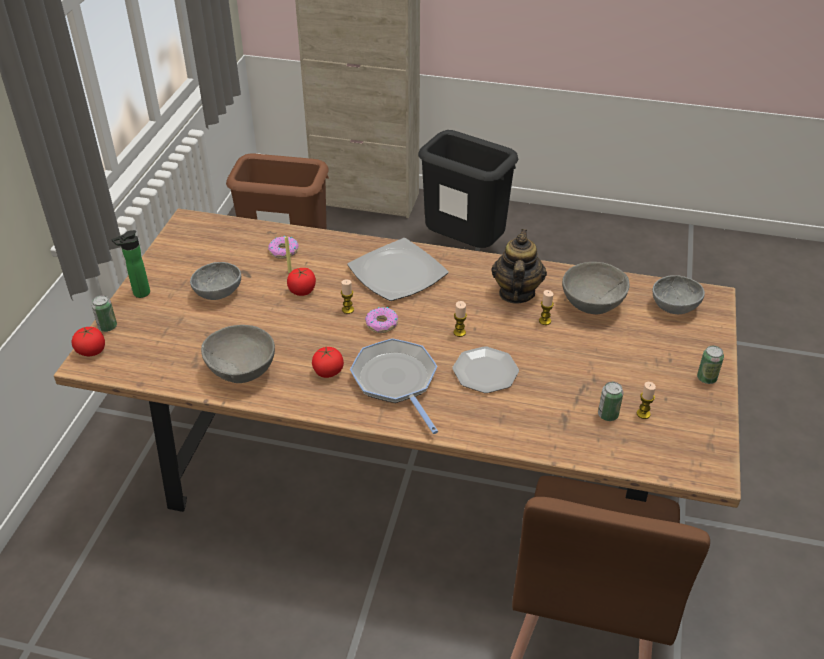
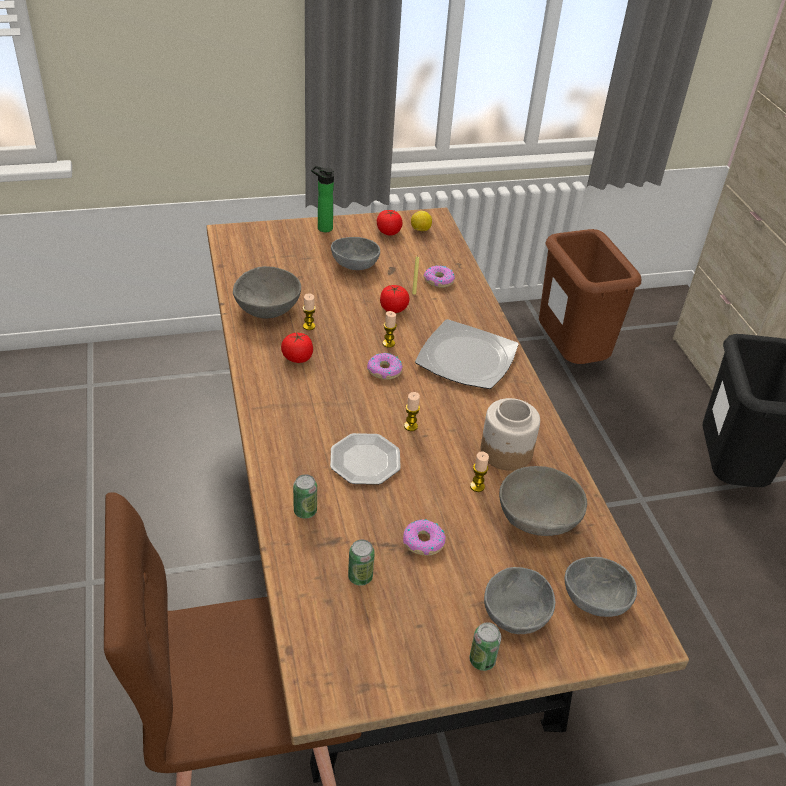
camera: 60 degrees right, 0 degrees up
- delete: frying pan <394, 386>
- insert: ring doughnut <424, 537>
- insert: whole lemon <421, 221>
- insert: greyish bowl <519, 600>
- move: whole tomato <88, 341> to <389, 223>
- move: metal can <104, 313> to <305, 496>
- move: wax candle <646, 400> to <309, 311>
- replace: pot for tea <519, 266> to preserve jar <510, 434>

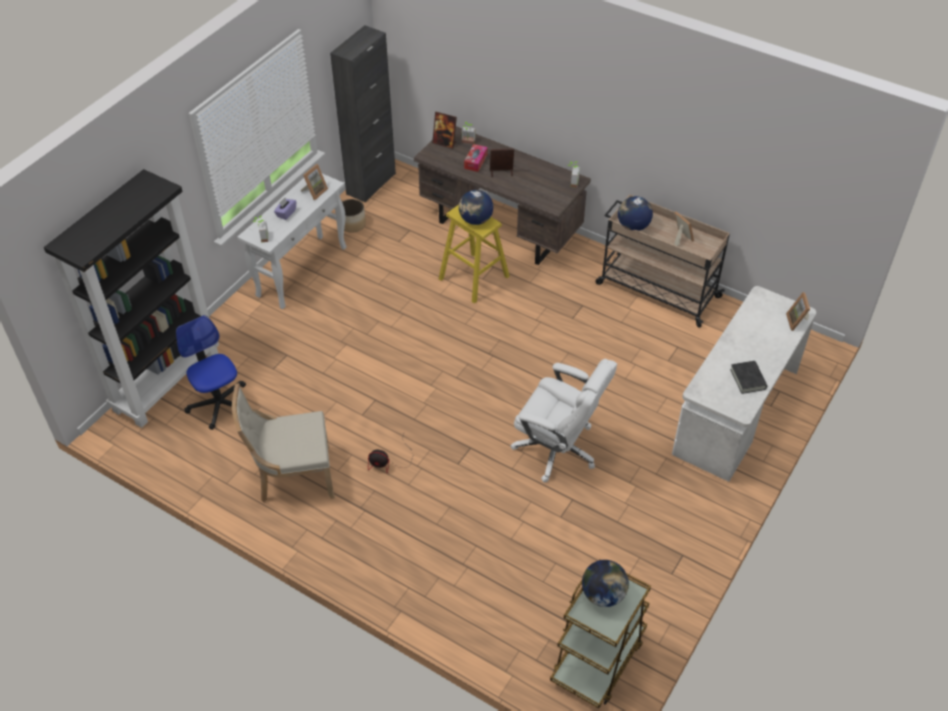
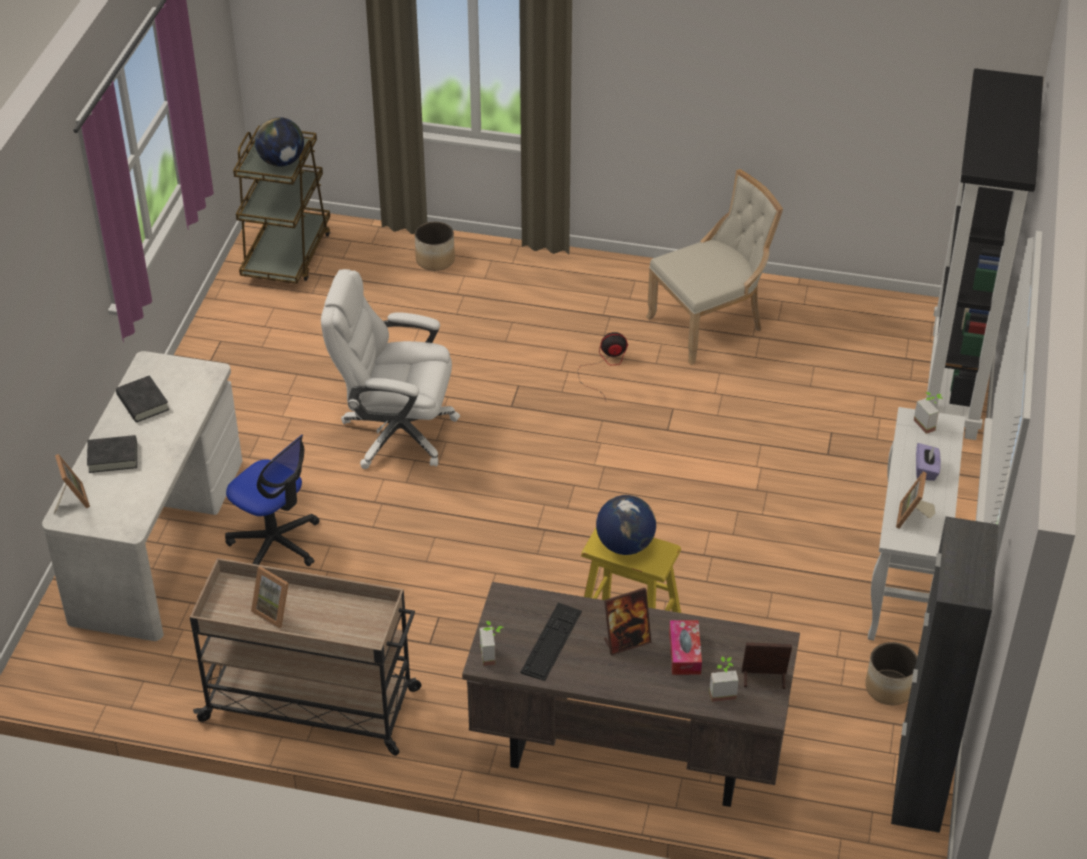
camera: 160 degrees right, 5 degrees down
- delete: desk globe <635, 213>
- insert: blackish volume <112, 454>
- insert: plant pot <435, 246>
- insert: keyboard <551, 642>
- move: computer chair <211, 372> to <272, 500>

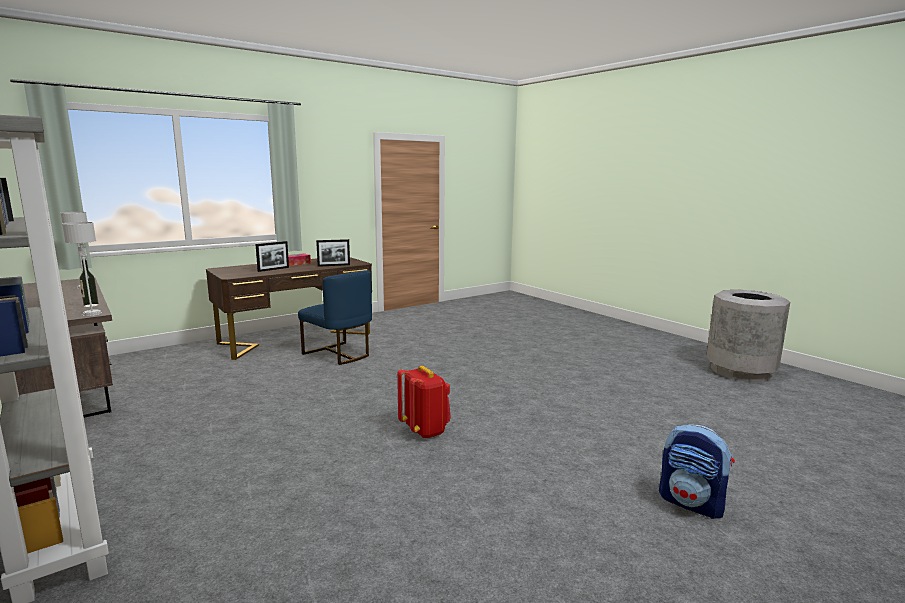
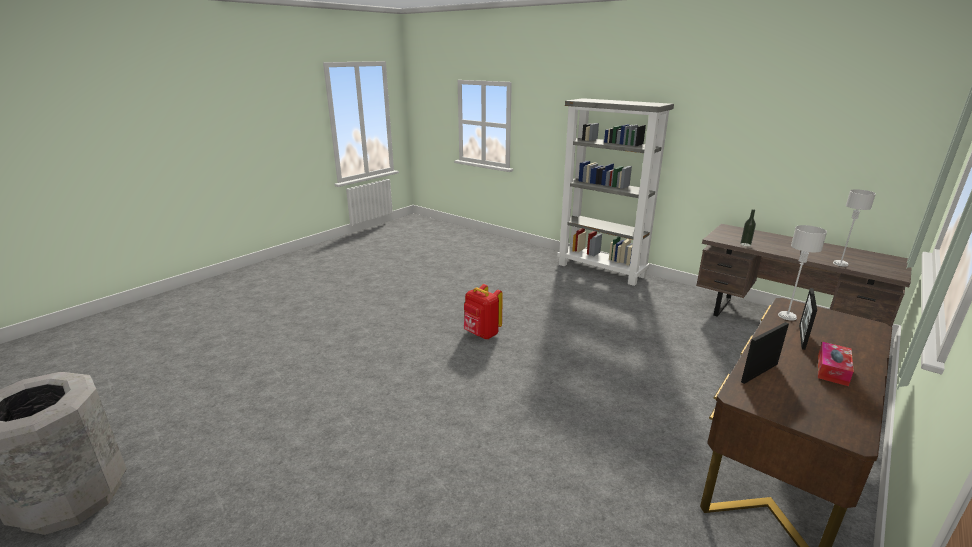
camera: 165 degrees right, 10 degrees up
- delete: blue chair <335, 317>
- delete: backpack <697, 471>
- move: greyish table lamp <82, 269> to <802, 273>

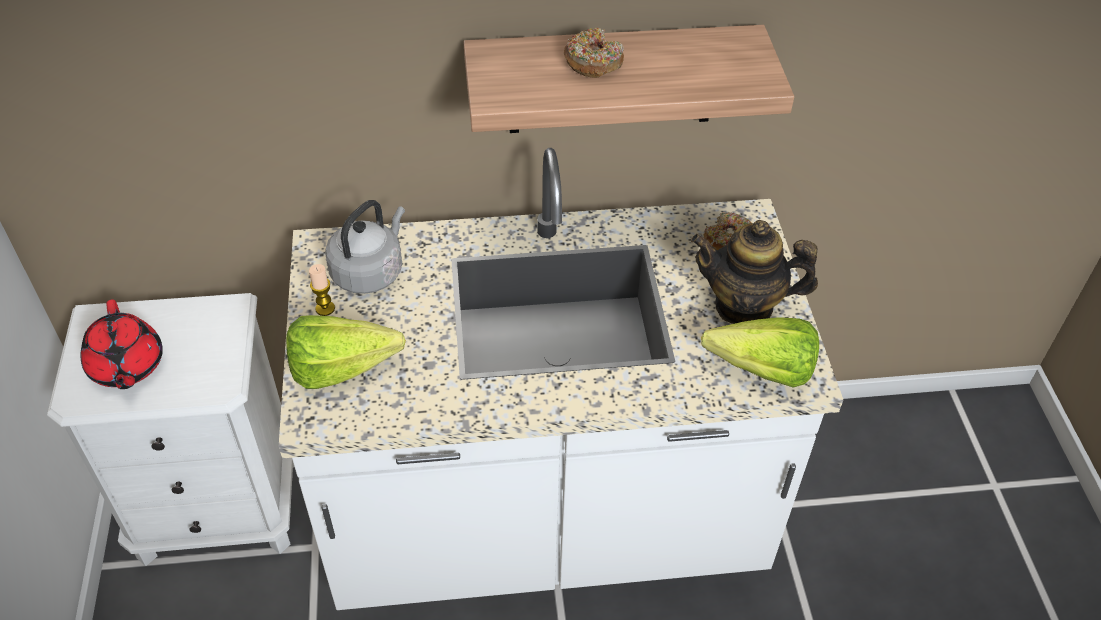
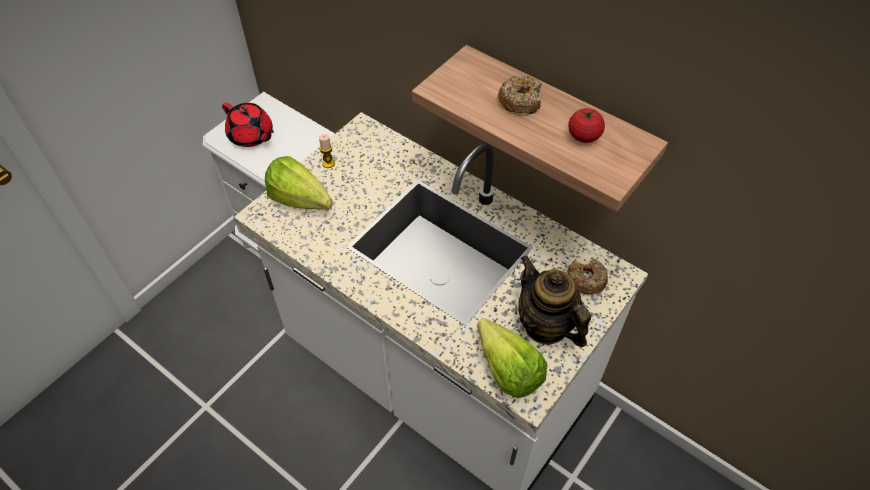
camera: 45 degrees right, 5 degrees up
- delete: greyish water kettle <365, 247>
- insert: whole tomato <586, 125>
- rotate: red pot for tea <122, 344> = <248, 125> 75 degrees counterclockwise

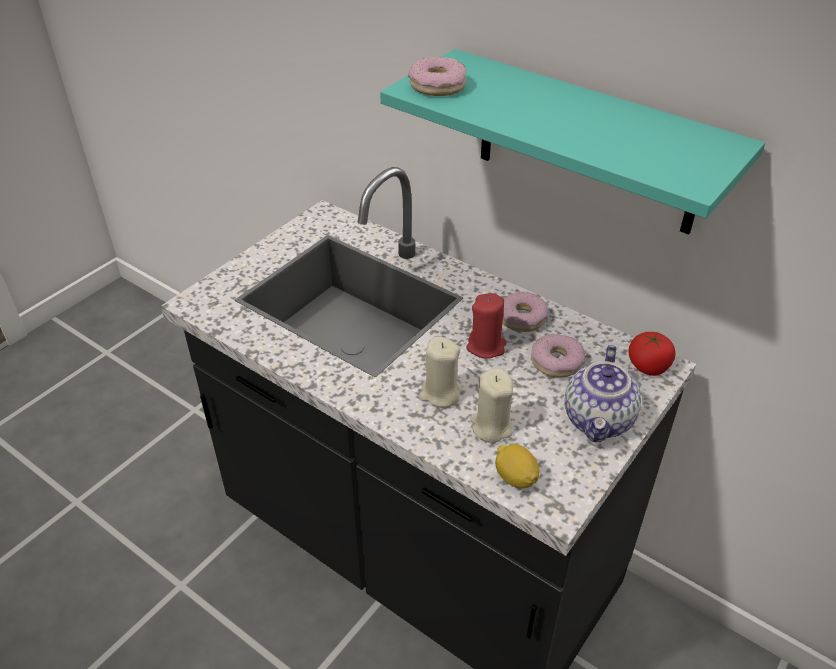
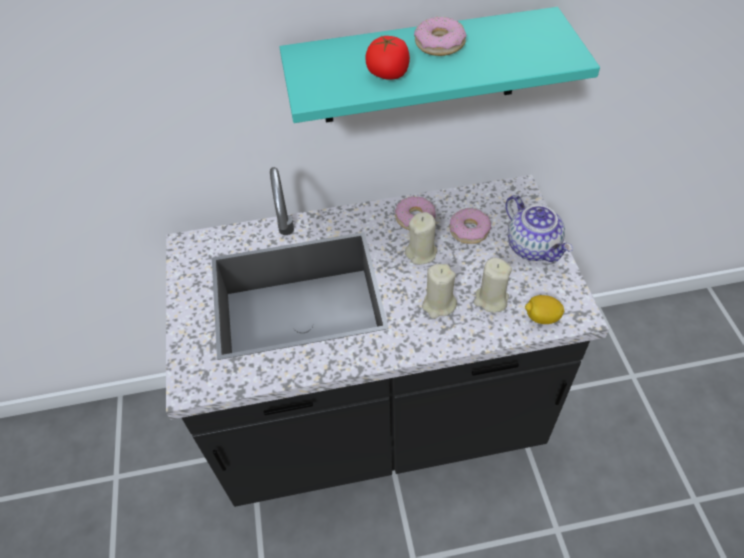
camera: 45 degrees left, 10 degrees up
- move: ring doughnut <437, 76> to <440, 36>
- move: whole tomato <652, 354> to <387, 58>
- recolor: red wax candle <486, 326> to sand-coloured wax candle <421, 238>

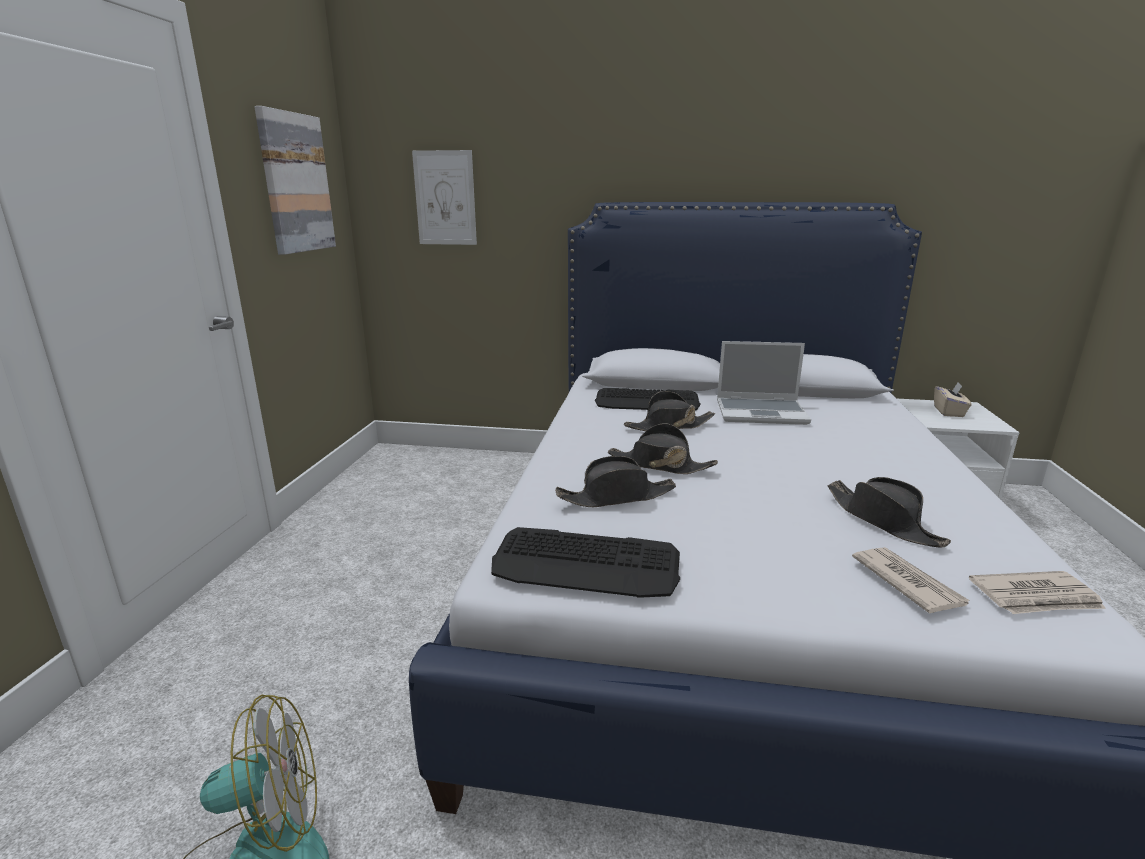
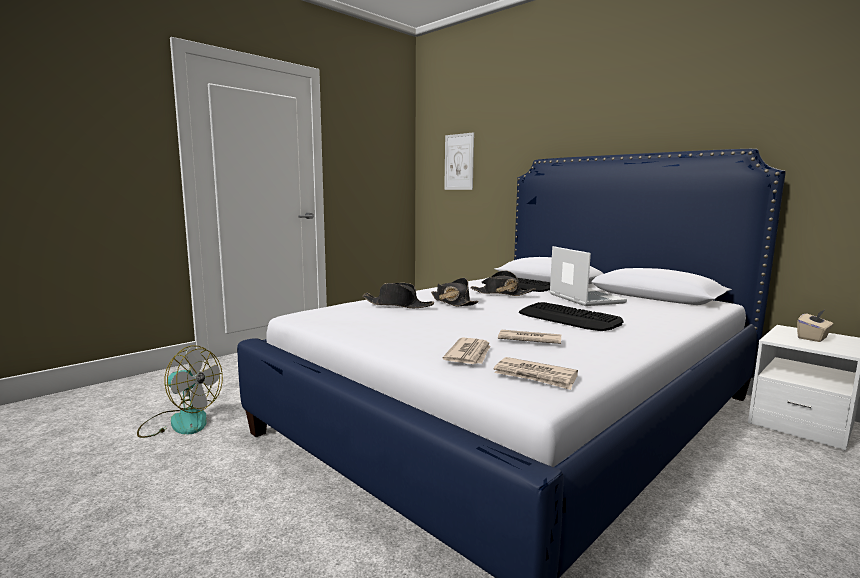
camera: 35 degrees right, 10 degrees down
- delete: wall picture <295, 180>
- move: keyboard <585, 562> to <571, 316>
- replace: blackish hat <889, 512> to daily paper <529, 337>
- rotate: notebook computer <764, 383> = <588, 276> 150 degrees counterclockwise

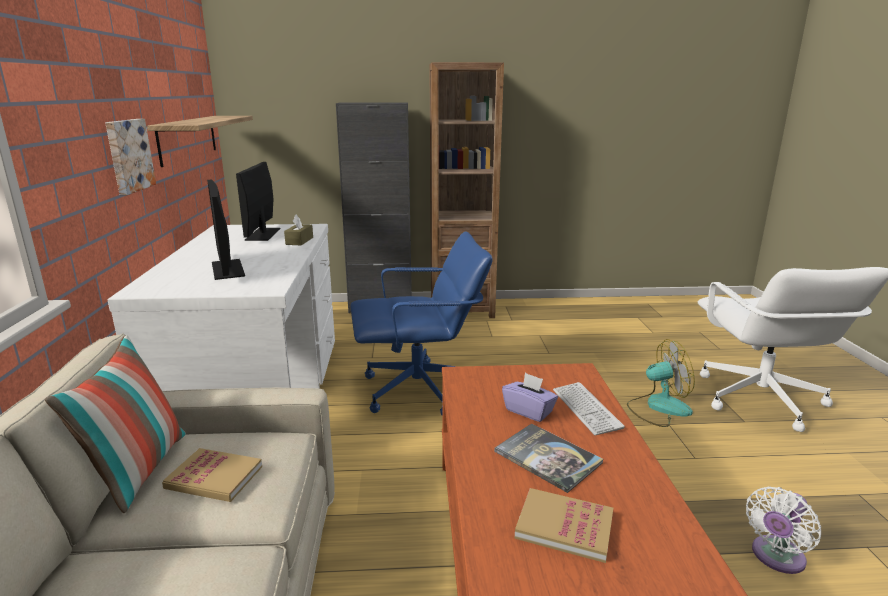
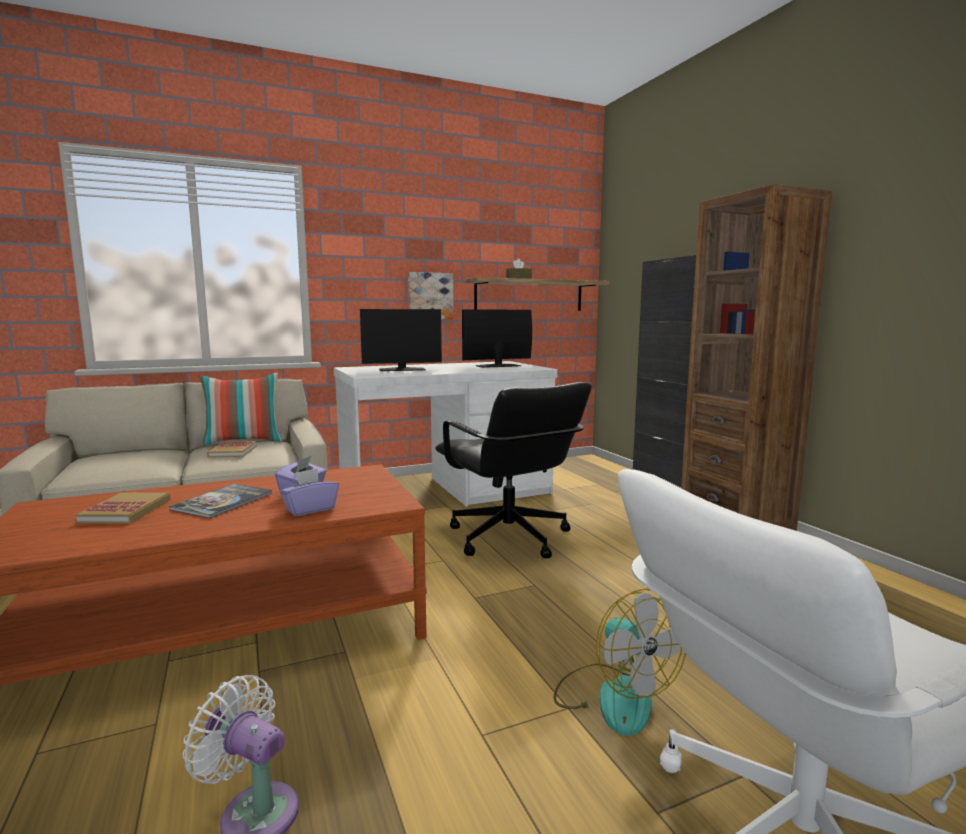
camera: 70 degrees right, 10 degrees down
- move: brown box of tissues <298, 230> to <519, 269>
- replace: keyboard <589, 408> to purple-coloured box of tissues <309, 492>
- recolor: blue computer chair <421, 323> to blackish computer chair <513, 470>
- rotate: monitor <226, 230> = <401, 340> 150 degrees counterclockwise

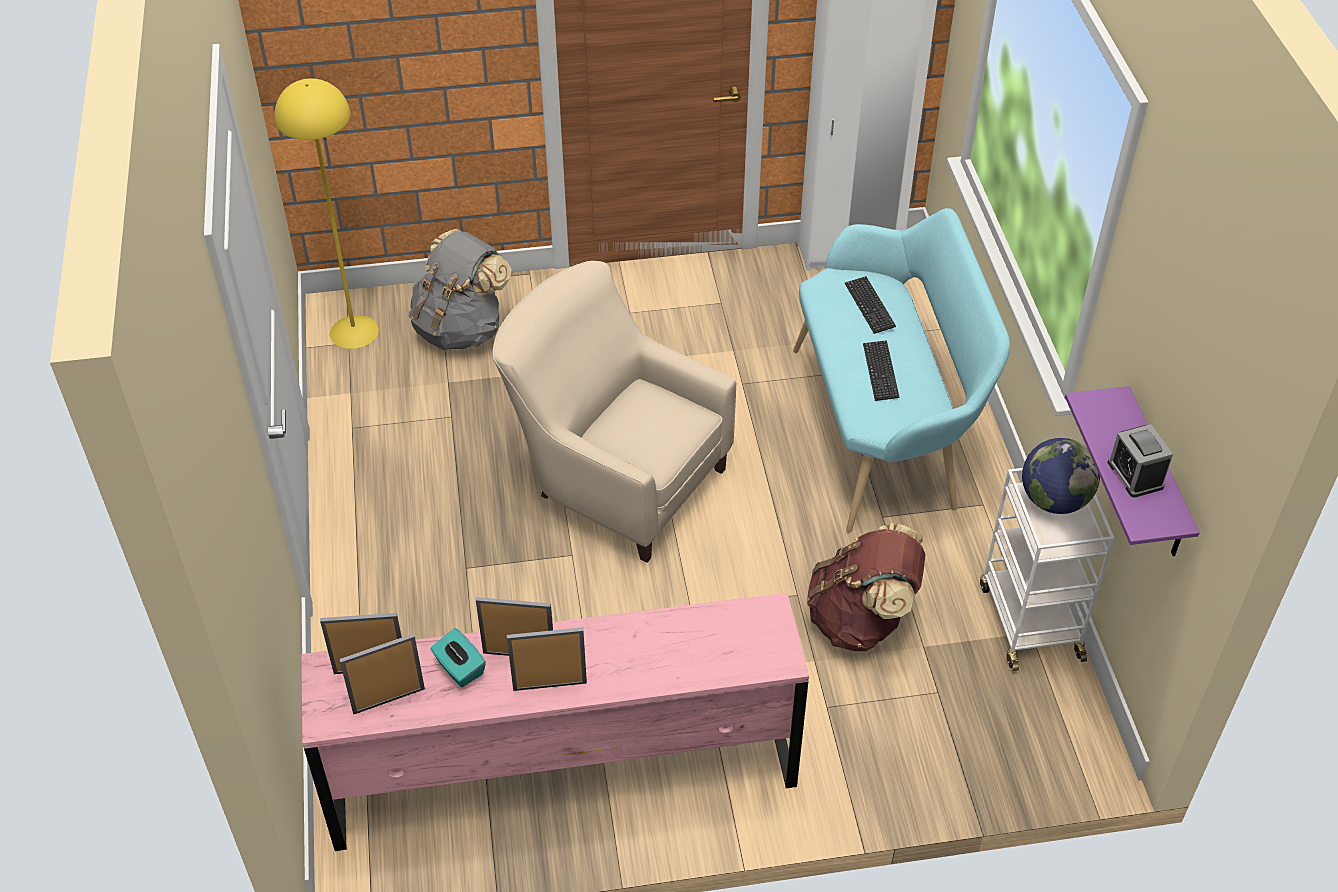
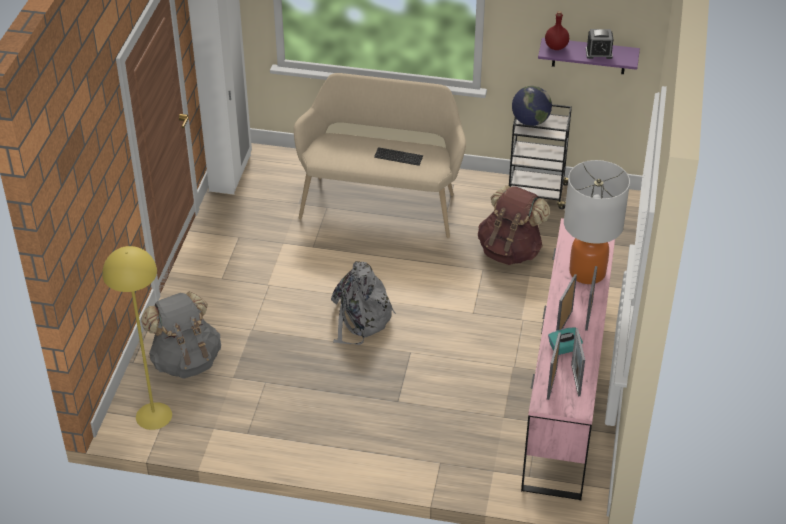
camera: 70 degrees left, 5 degrees down
- delete: keyboard <870, 305>
- insert: red beverage bottle <557, 30>
- insert: table lamp <597, 222>
- replace: sand-coloured lounge chair <614, 412> to greyish backpack <363, 303>
- recolor: turquoise indoor bench <901, 370> to sand-coloured indoor bench <380, 155>
- recolor: whitish wheeled cart <1047, 569> to blackish wheeled cart <540, 156>

